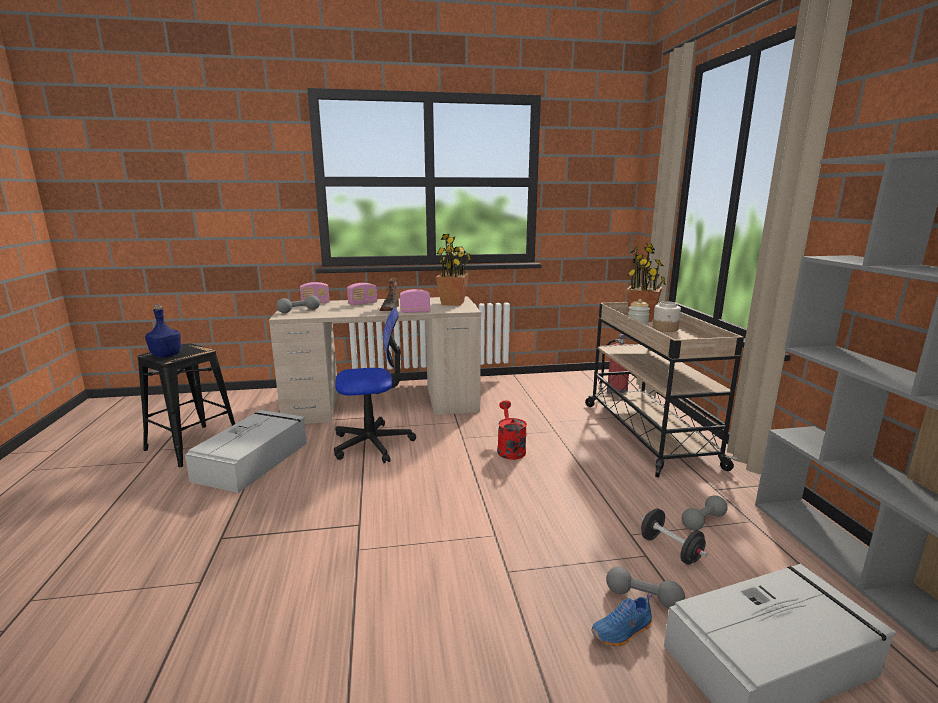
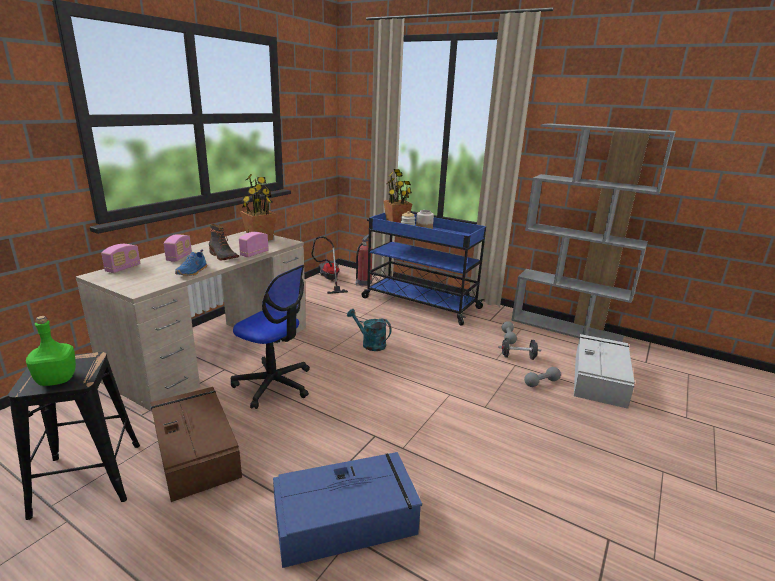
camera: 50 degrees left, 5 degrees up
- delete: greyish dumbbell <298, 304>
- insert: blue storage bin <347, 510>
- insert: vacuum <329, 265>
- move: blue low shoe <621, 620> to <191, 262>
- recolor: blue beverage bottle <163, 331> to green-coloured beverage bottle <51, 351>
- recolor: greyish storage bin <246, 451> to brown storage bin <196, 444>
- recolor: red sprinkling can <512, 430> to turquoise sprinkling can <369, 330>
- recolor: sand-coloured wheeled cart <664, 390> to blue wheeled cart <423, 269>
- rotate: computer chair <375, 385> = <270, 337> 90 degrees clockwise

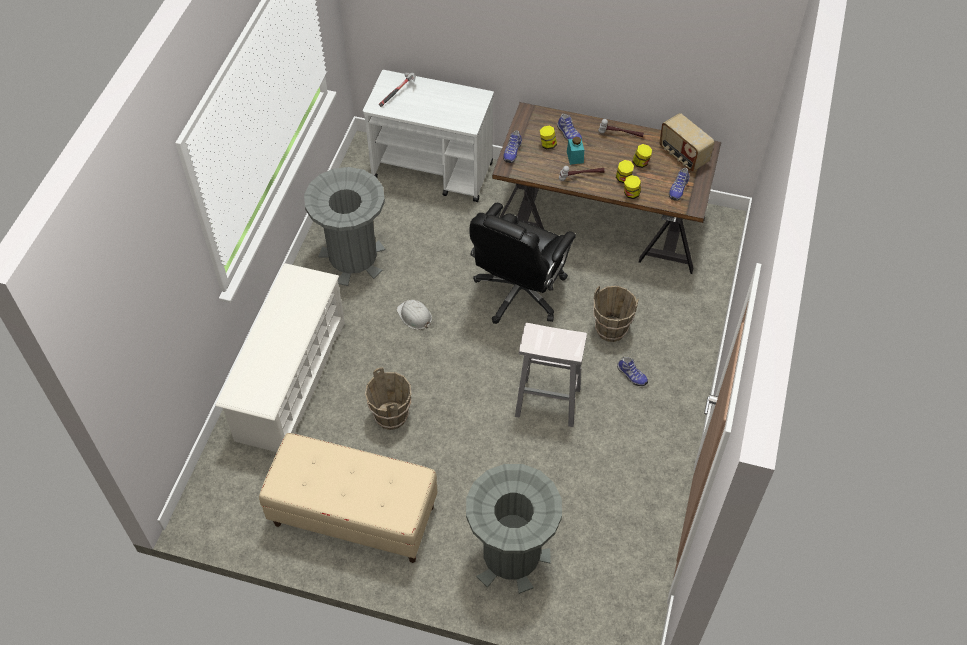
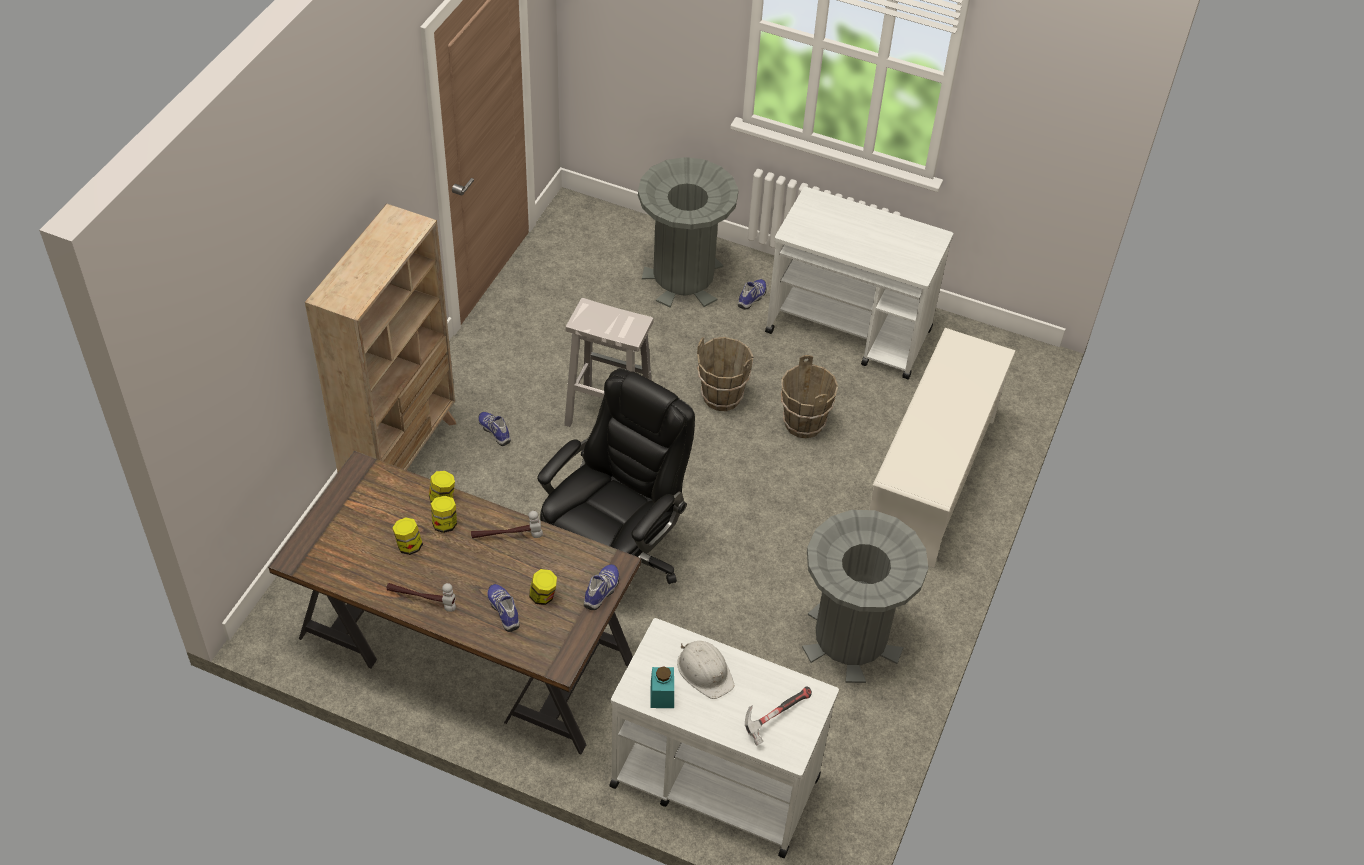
camera: 175 degrees left, 5 degrees down
- delete: radio set <686, 142>
- insert: sand-coloured bookcase <380, 338>
- move: whitish work helmet <414, 315> to <705, 670>
- move: turquoise preserve jar <575, 151> to <662, 687>
- move: brown bucket <616, 314> to <725, 374>
- move: low shoe <679, 184> to <752, 294>
- replace: sand-coloured indoor bench <348, 498> to whitish wheeled cart <859, 283>

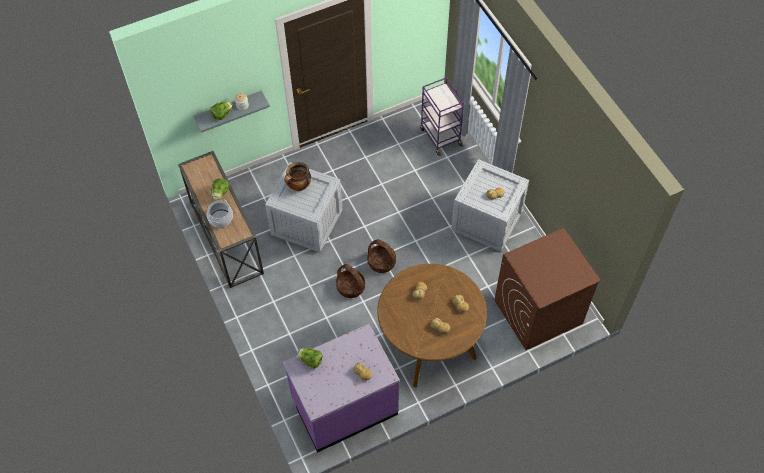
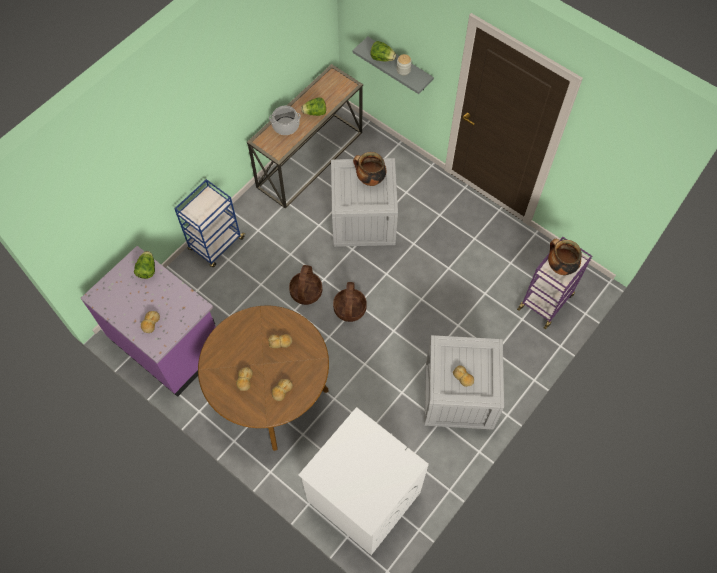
camera: 65 degrees right, 5 degrees up
- insert: blue wheeled cart <209, 223>
- insert: stockpot <565, 257>
- recolor: brown laundry machine <547, 289> to whitish laundry machine <363, 481>

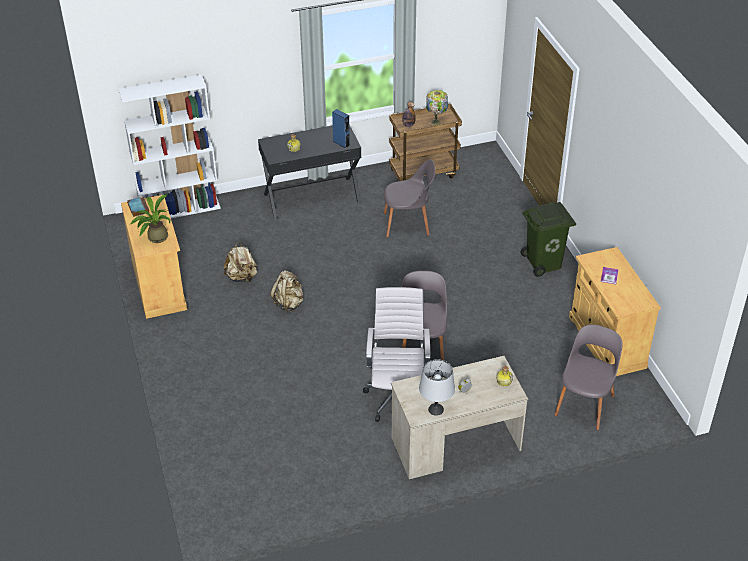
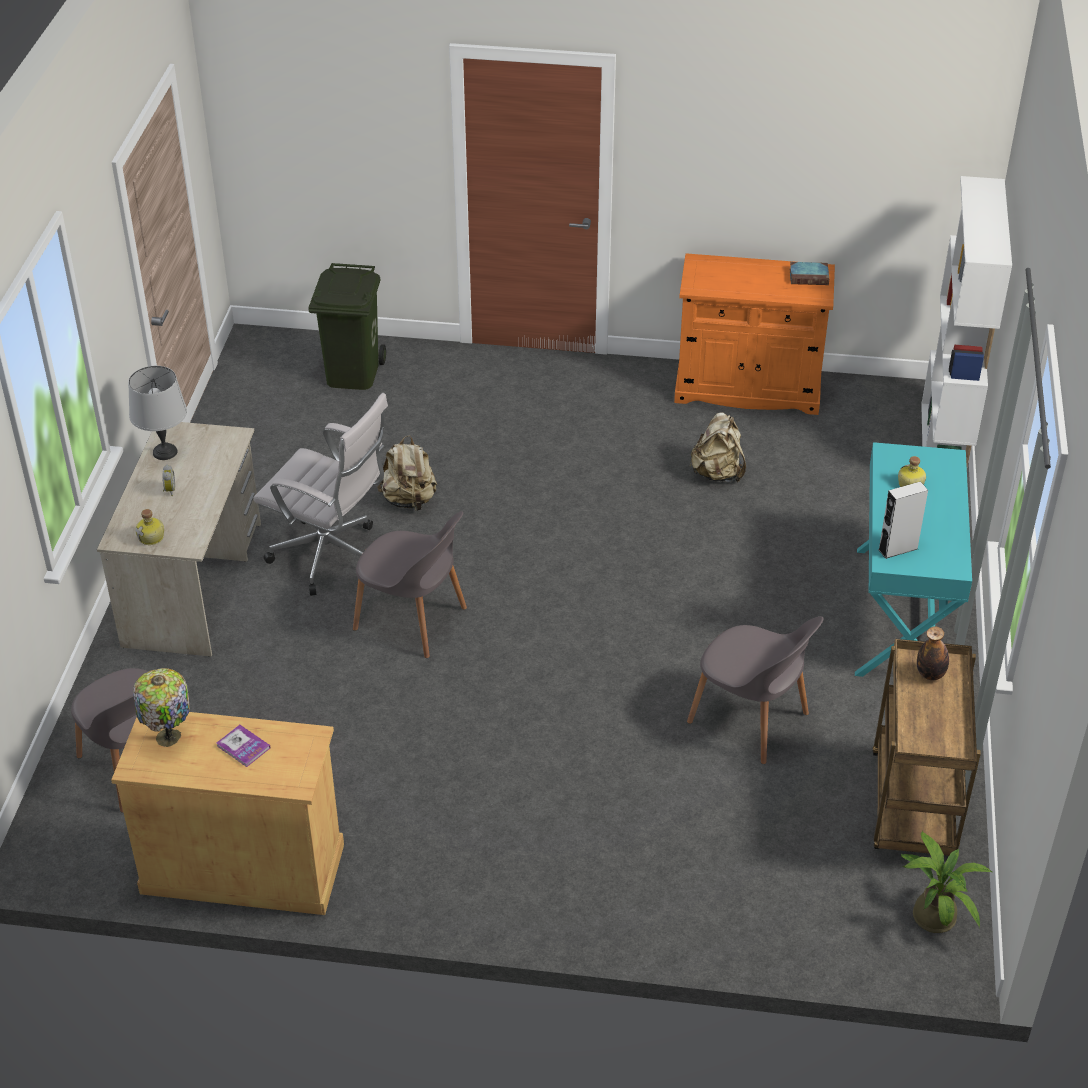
camera: 115 degrees right, 0 degrees up
- move: houseplant <150, 218> to <947, 882>
- move: sand-coloured backpack <286, 291> to <407, 473>
- move: table lamp <437, 107> to <161, 707>
- move: green-coloured rubbish bin <548, 239> to <347, 326>
- recolor: sand-coloured storage cabinet <154, 257> to orange-coloured storage cabinet <754, 334>
- recolor: blackish desk <309, 172> to turquoise desk <913, 559>
- recolor: blue speaker <341, 129> to greyish speaker <903, 520>
- rotate: greyish chair <409, 198> = <755, 690> 75 degrees counterclockwise

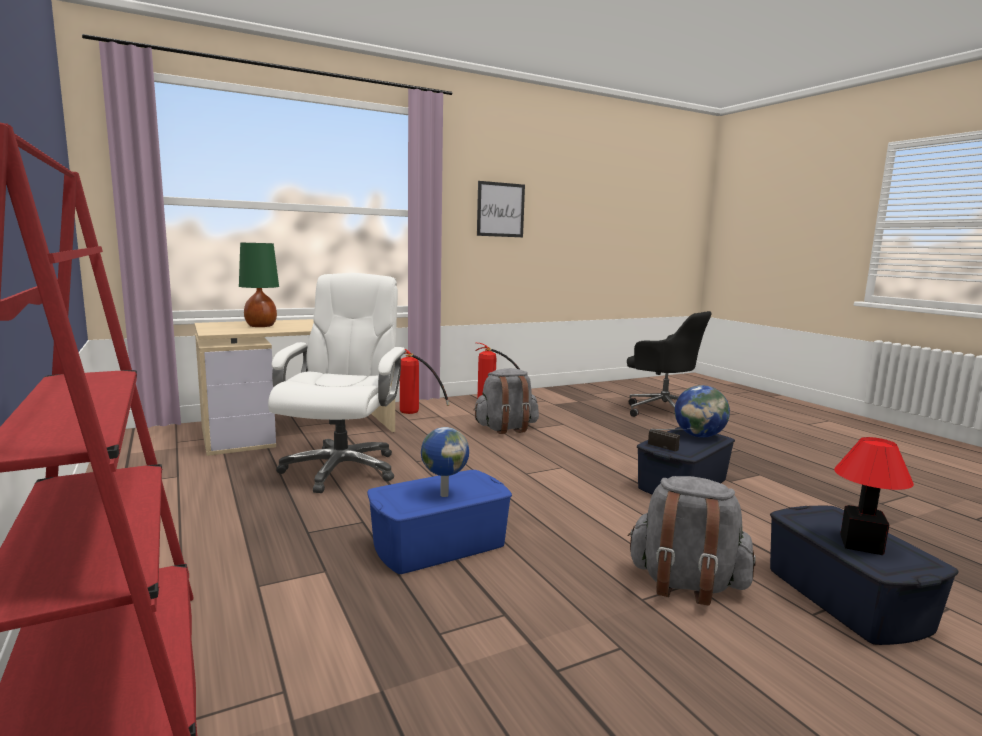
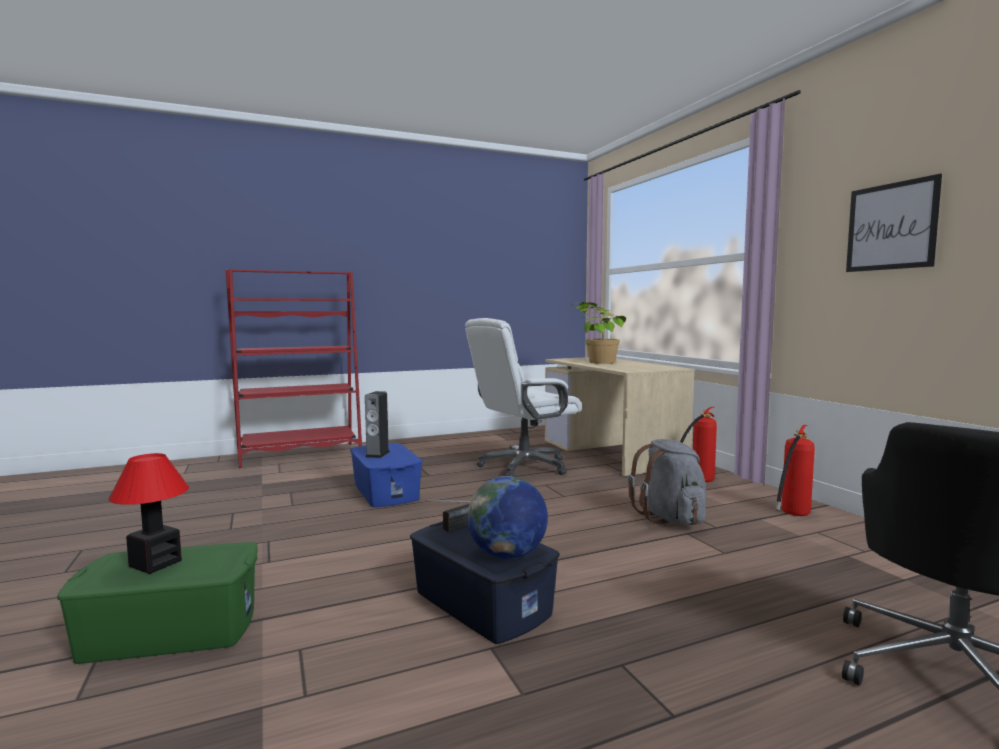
camera: 95 degrees right, 5 degrees down
- delete: greyish backpack <692, 541>
- replace: green-coloured table lamp <259, 285> to houseplant <597, 333>
- replace: desk globe <445, 462> to speaker <377, 424>
- recolor: blue storage bin <864, 575> to green-coloured storage bin <157, 603>
- rotate: whitish computer chair <337, 383> = <523, 397> 135 degrees clockwise

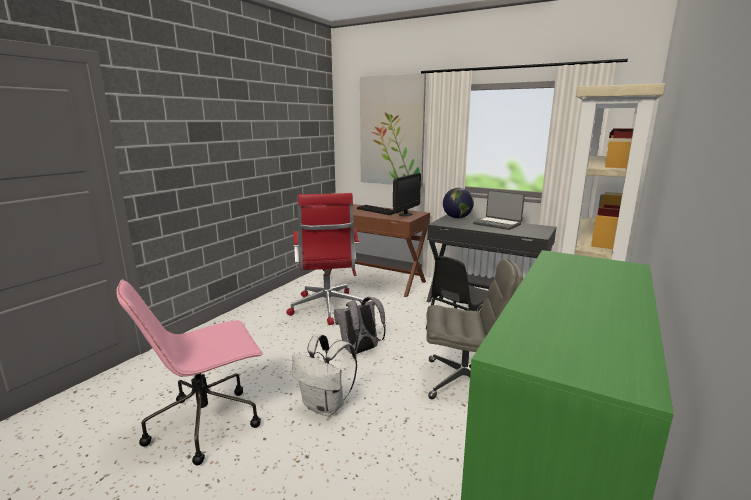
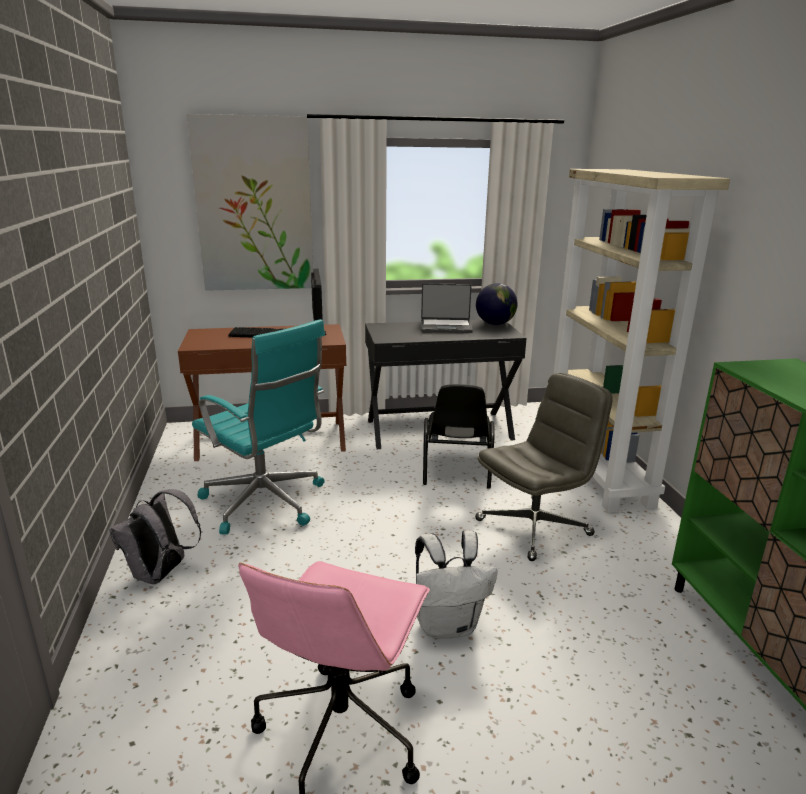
camera: 40 degrees left, 5 degrees up
- move: greyish backpack <360, 325> to <155, 536>
- move: desk globe <458, 203> to <497, 304>
- recolor: red computer chair <325, 259> to turquoise computer chair <258, 427>

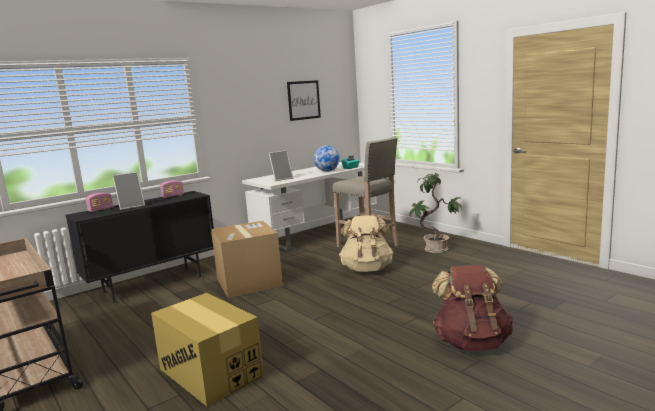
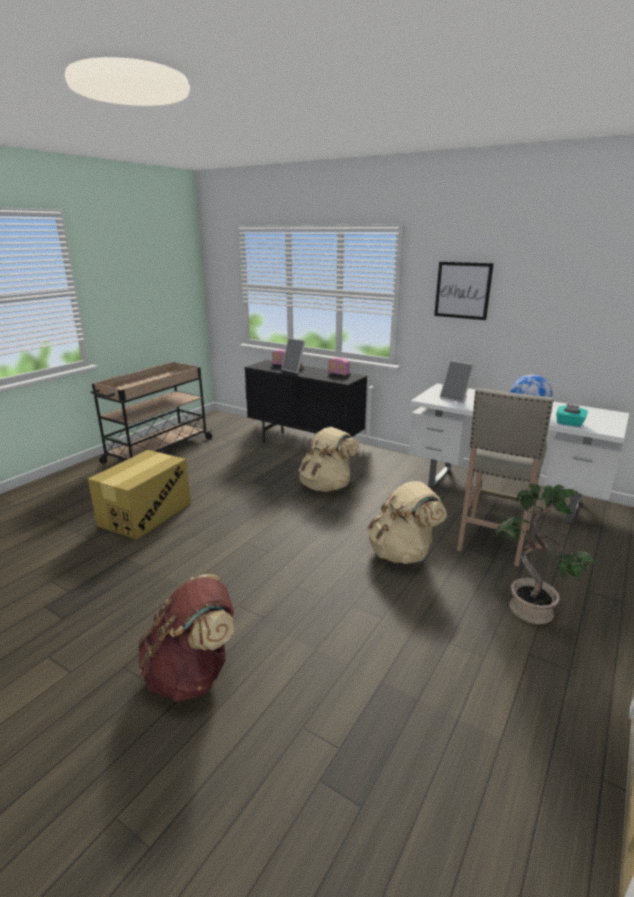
camera: 70 degrees right, 10 degrees up
- move: wall picture <304, 100> to <464, 291>
- replace: carton <247, 259> to sand-coloured backpack <329, 459>

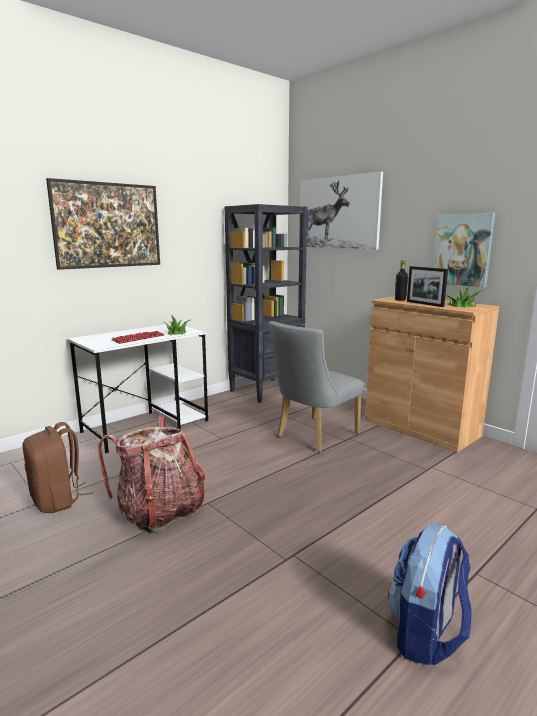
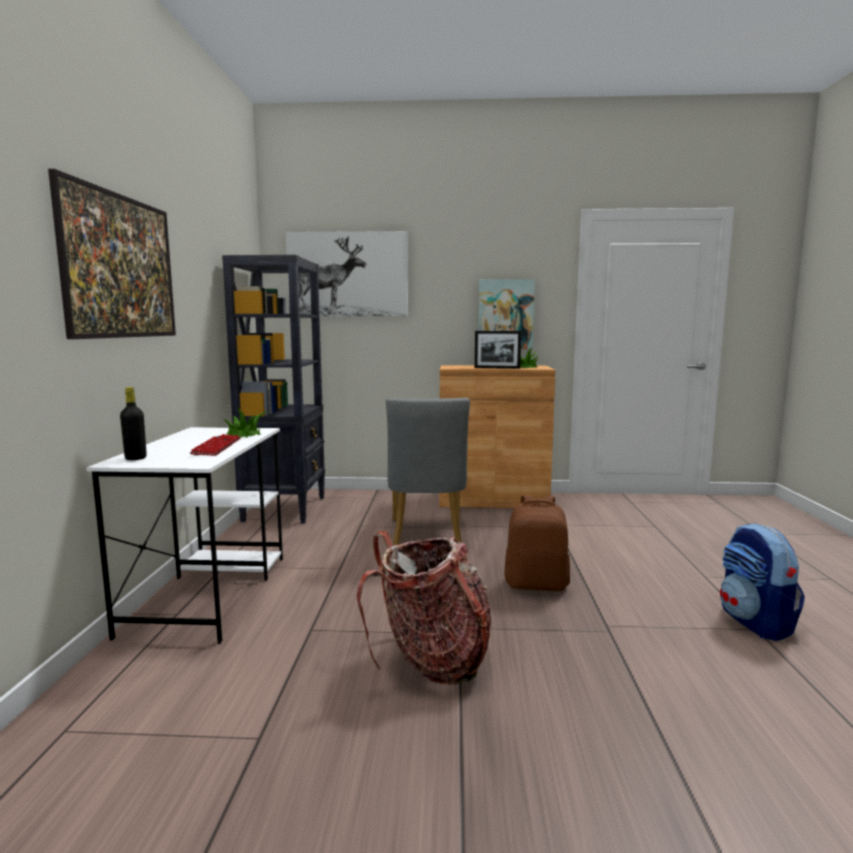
camera: 45 degrees left, 5 degrees down
- move: brown backpack <57, 467> to <537, 543>
- move: blackish beverage bottle <401, 280> to <133, 423>

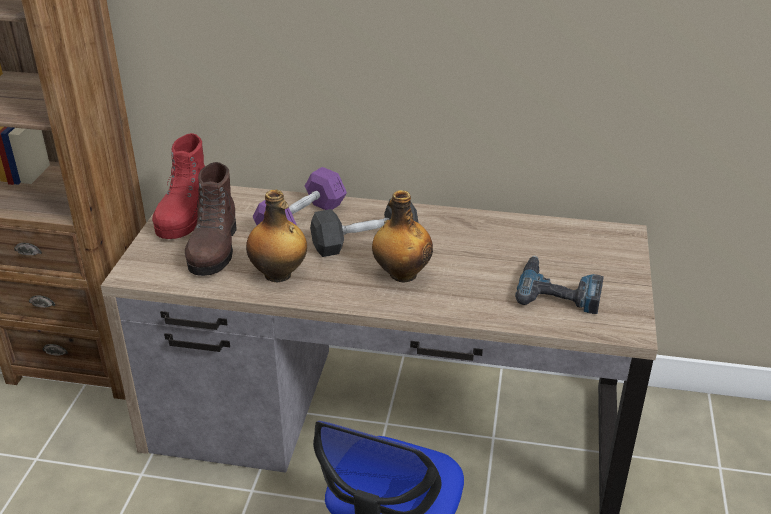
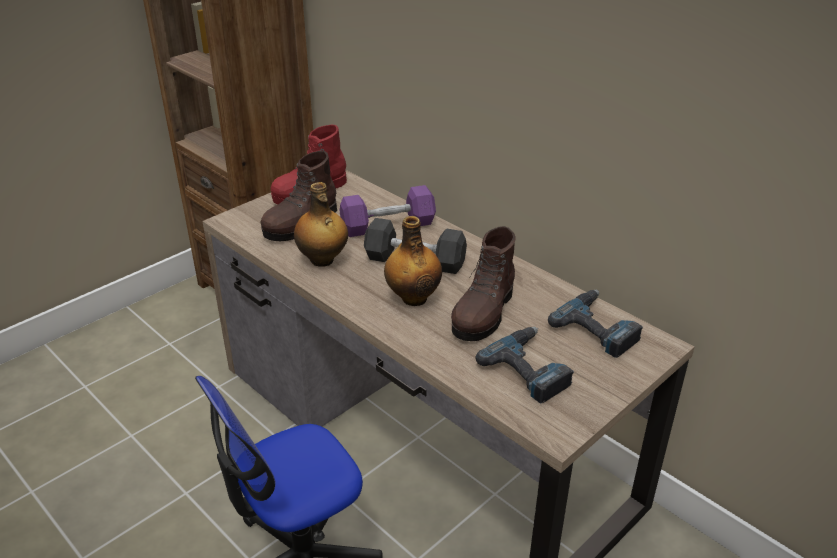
camera: 35 degrees right, 0 degrees up
- insert: brown high-top boot <483, 283>
- insert: drill <595, 324>

